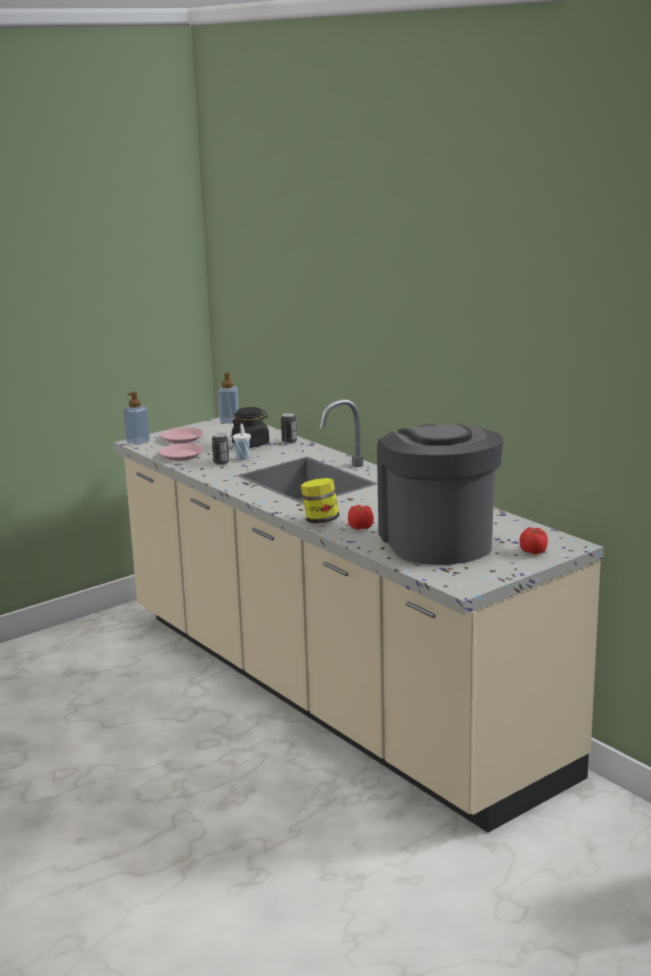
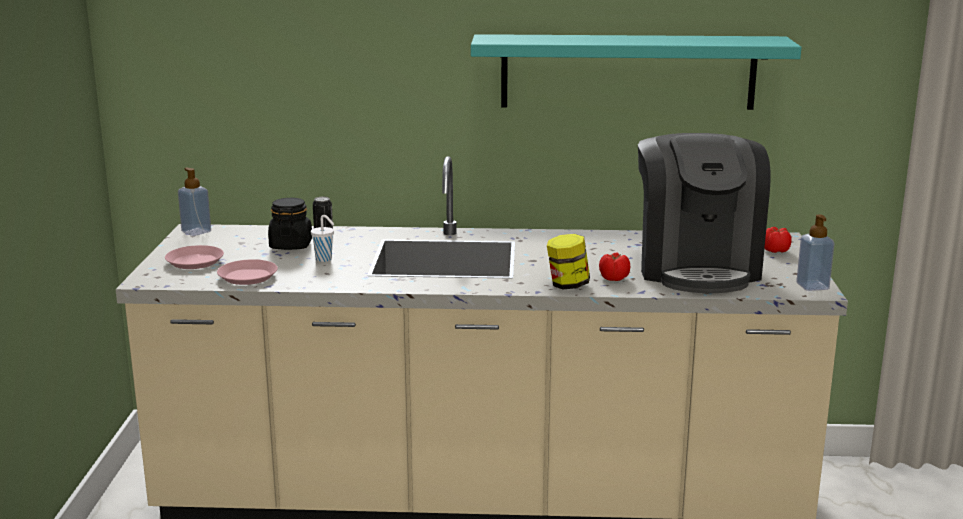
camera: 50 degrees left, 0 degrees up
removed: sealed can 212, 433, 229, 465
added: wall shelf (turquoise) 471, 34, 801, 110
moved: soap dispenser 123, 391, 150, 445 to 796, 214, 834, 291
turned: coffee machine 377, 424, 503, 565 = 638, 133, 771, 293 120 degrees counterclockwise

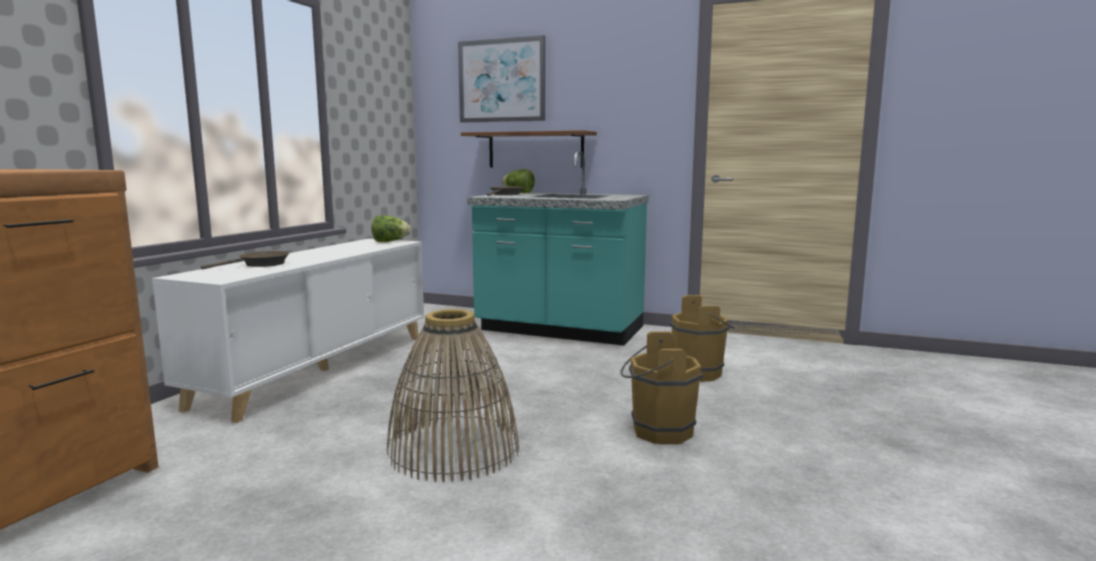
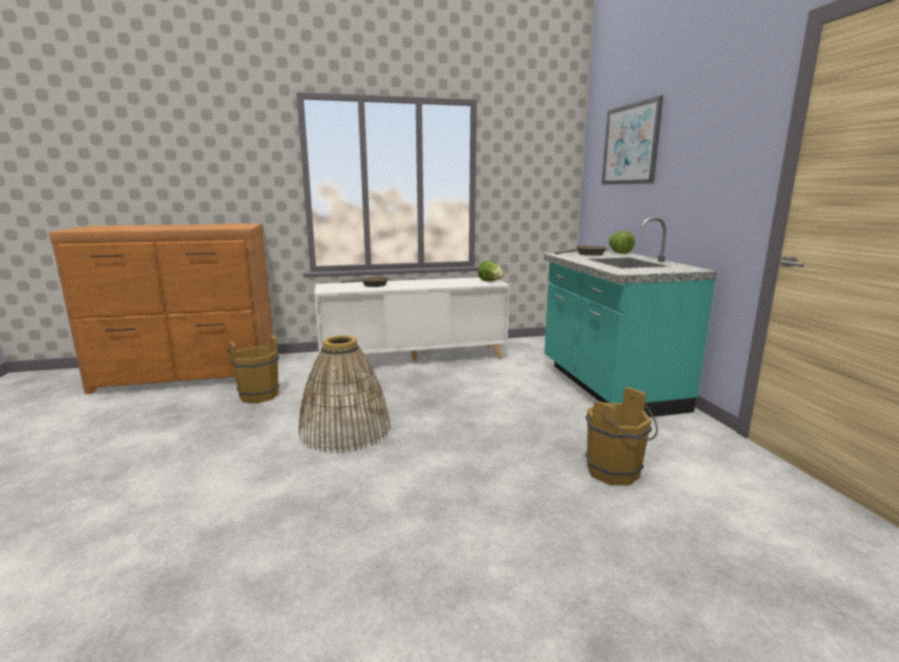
camera: 55 degrees right, 5 degrees up
removed: wall shelf (brown) 461, 130, 597, 168
moved: pail (brown) 620, 331, 702, 444 to 228, 335, 280, 403

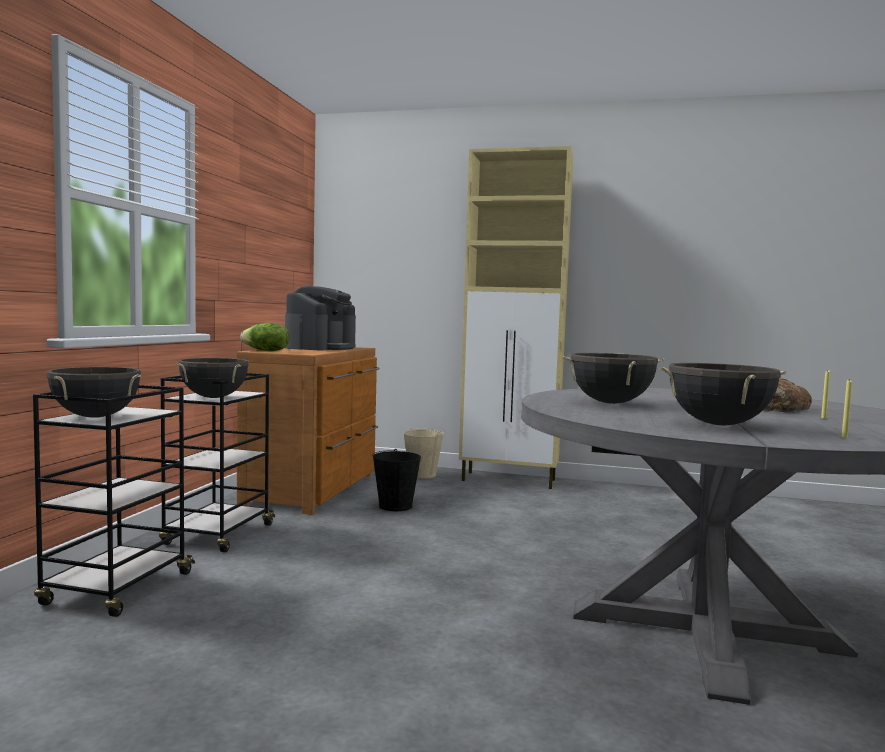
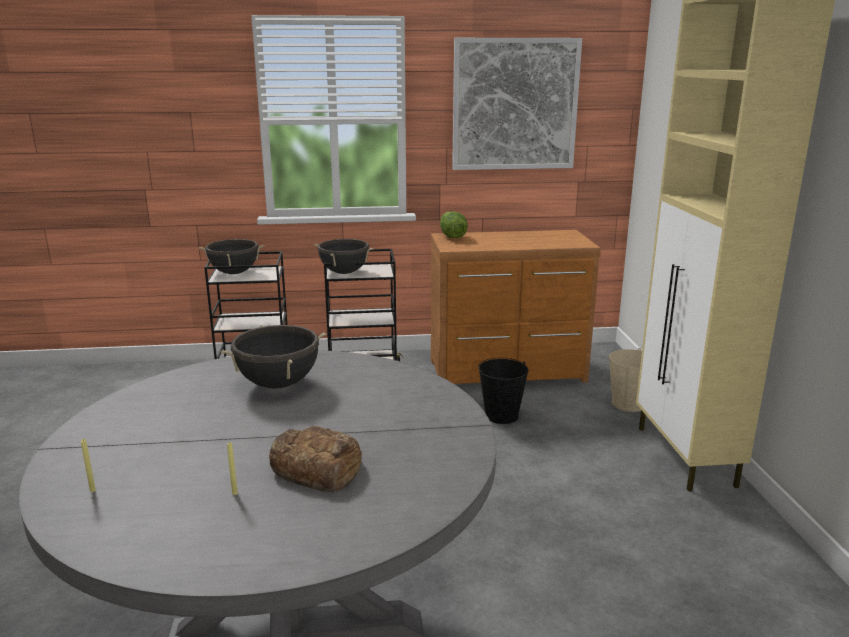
camera: 70 degrees right, 15 degrees up
removed: coffee machine 285, 286, 356, 350; cooking pot (black-coloured) 659, 363, 787, 425
added: wall art 452, 38, 582, 170

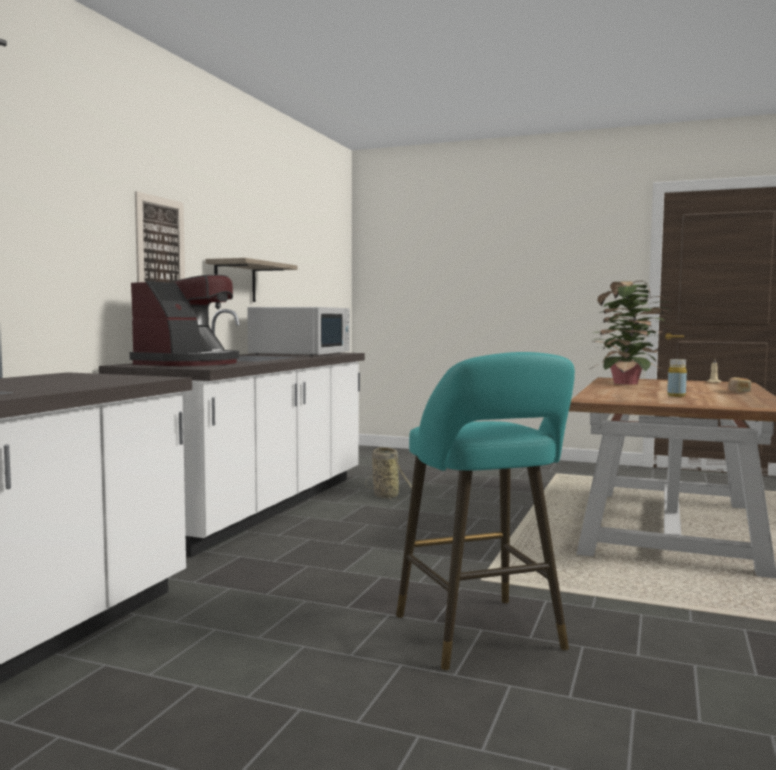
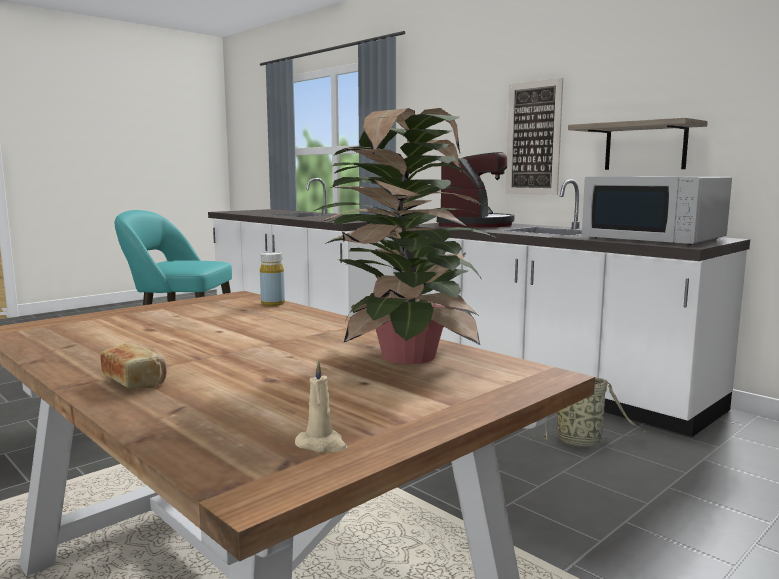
camera: 115 degrees right, 5 degrees up
moved: drink bottle (yellow-coloured) 667, 359, 687, 397 to 260, 252, 285, 306
turned: coffee machine 130, 275, 239, 366 = 437, 152, 515, 228 120 degrees counterclockwise

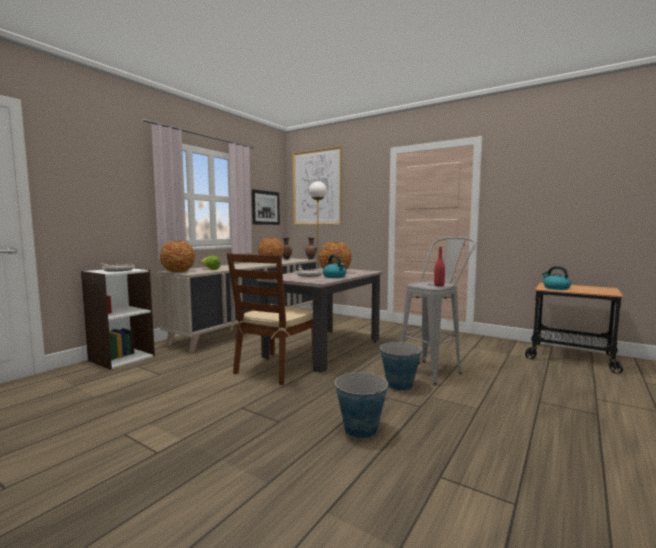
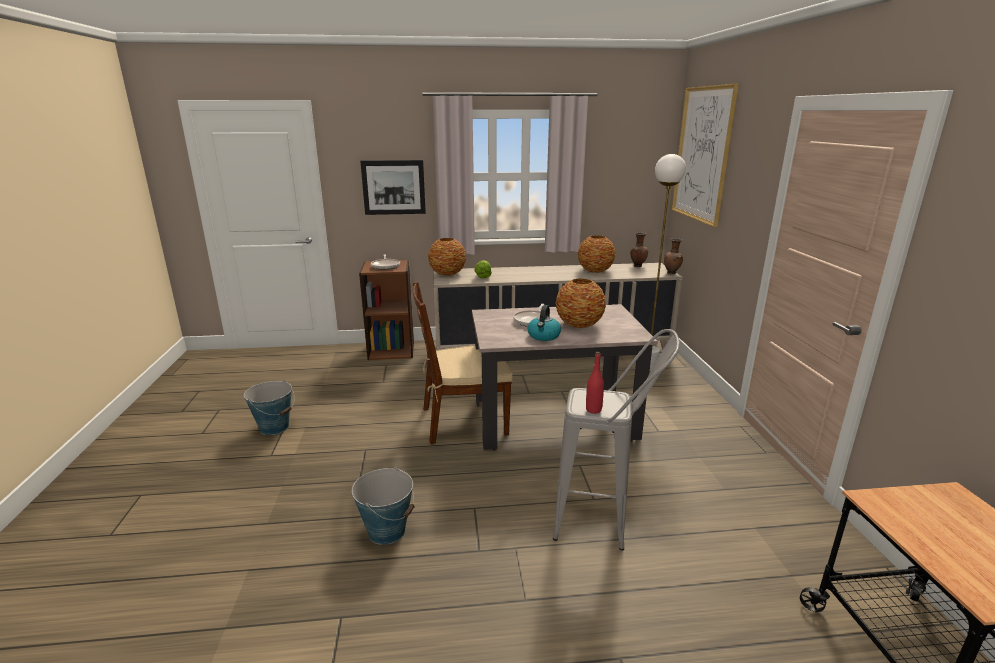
camera: 50 degrees right, 15 degrees up
removed: tea kettle 542, 266, 571, 290
moved: wall art 252, 189, 280, 225 to 360, 160, 426, 215; pail 380, 341, 422, 391 to 244, 380, 295, 435
recoloured: shelving unit (whitish) 81, 268, 155, 370 to shelving unit (brown) 359, 260, 414, 360

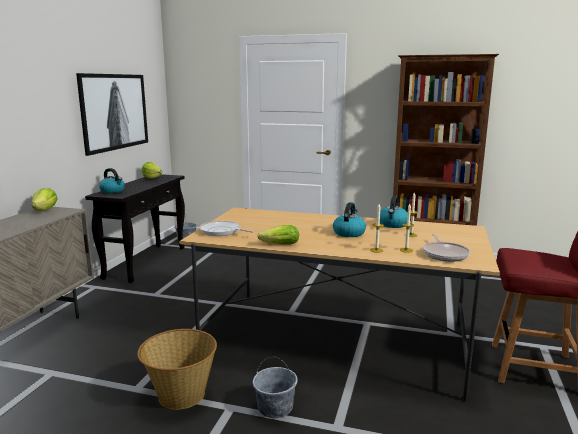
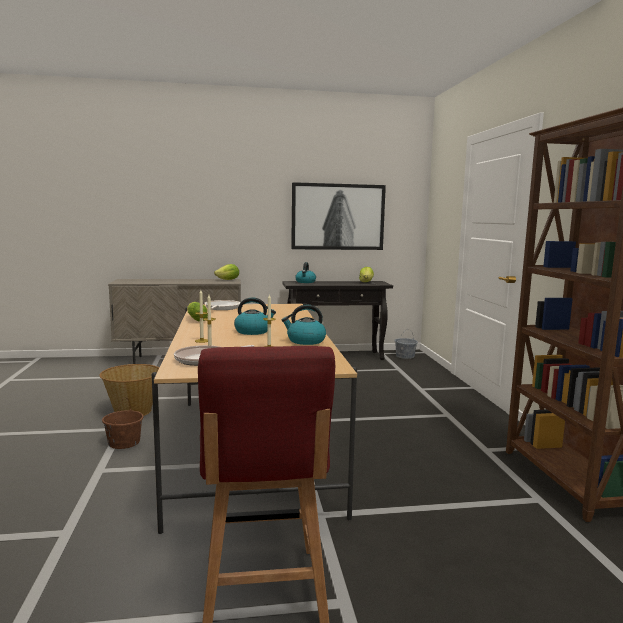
camera: 65 degrees right, 5 degrees down
recoloured: pail (gray) 253, 357, 298, 418 to pail (brown) 102, 397, 144, 449

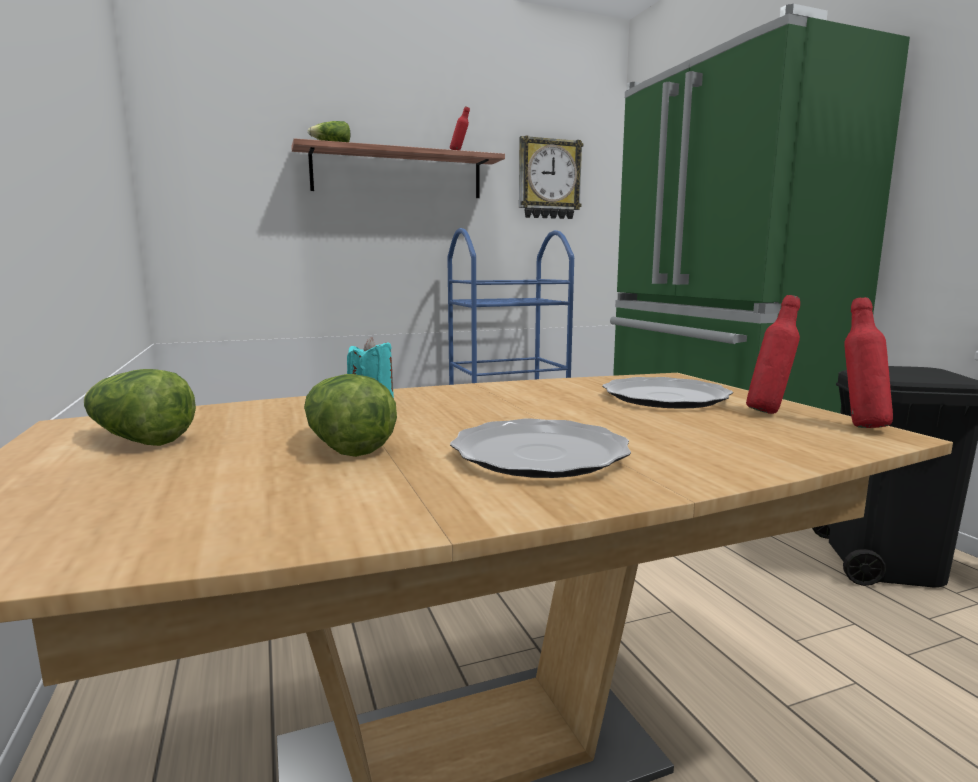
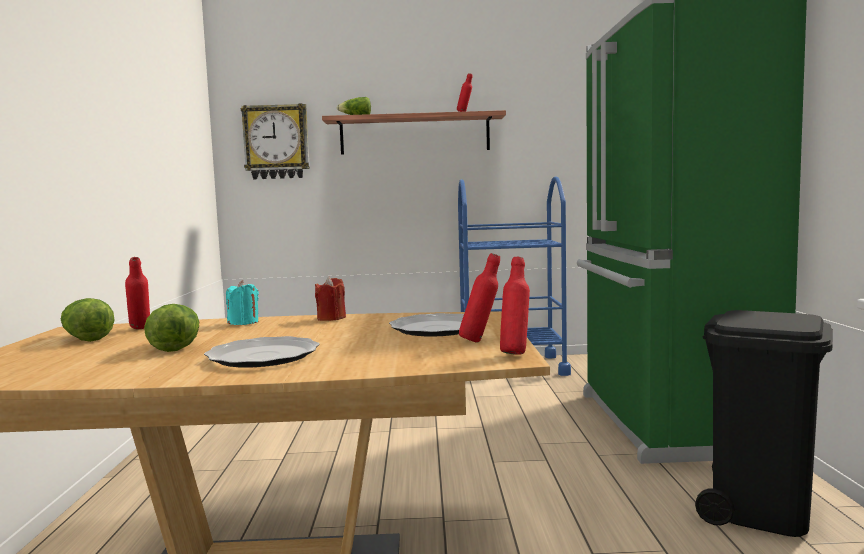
camera: 20 degrees right, 5 degrees down
added: drink bottle (red) 125, 257, 150, 329; wax candle (red) 315, 276, 346, 321
moved: hanging clock 519, 135, 583, 219 to 241, 104, 310, 179

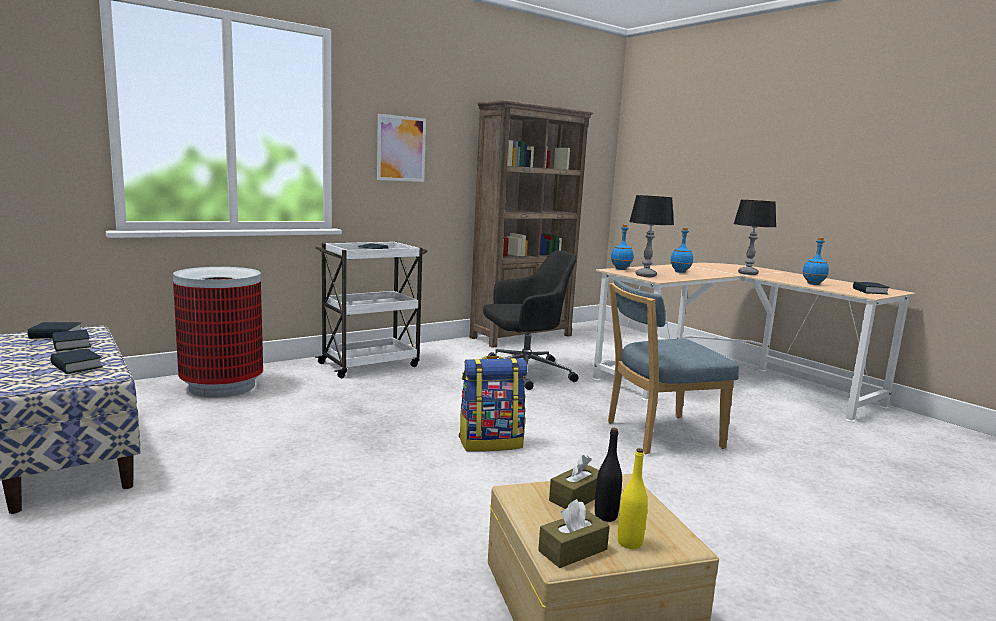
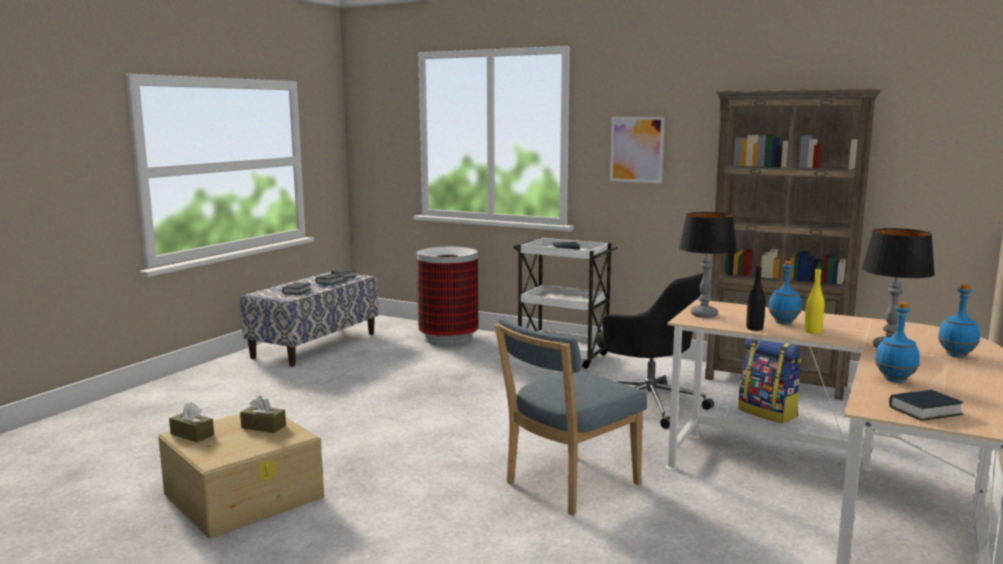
camera: 65 degrees right, 0 degrees up
moved: drink bottle (bluish) 611, 225, 633, 270 to 938, 284, 980, 357; knapsack 459, 356, 527, 452 to 738, 338, 801, 423; drink bottle (black-coloured) 595, 428, 622, 522 to 746, 265, 765, 331; drink bottle (yellow-coloured) 618, 448, 648, 549 to 804, 268, 825, 334
turned: upright chair (bluish) 608, 278, 739, 454 = 495, 317, 647, 515 90 degrees counterclockwise

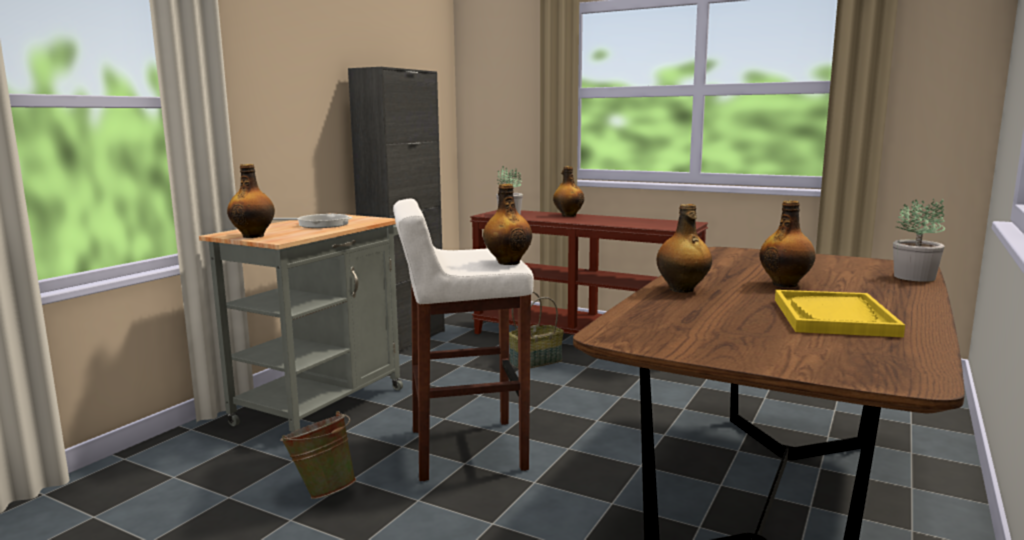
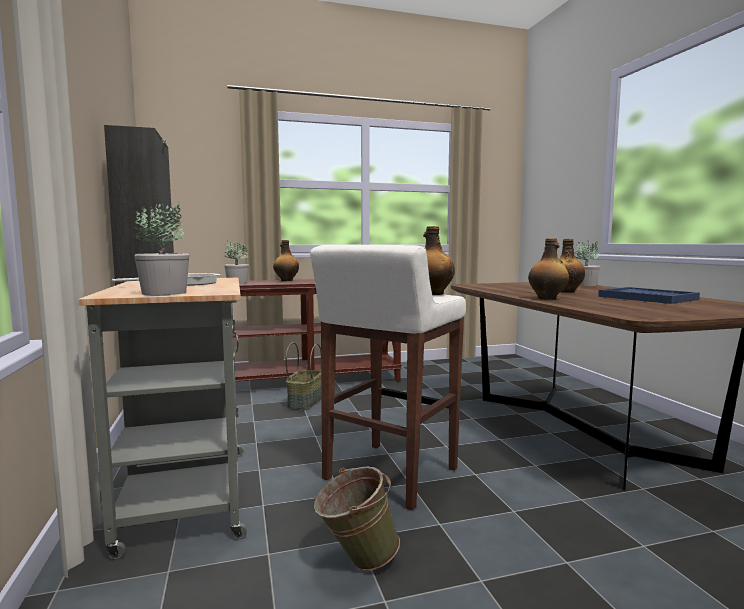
camera: 45 degrees left, 5 degrees down
replaced: drink bottle 227, 164, 275, 238 to houseplant 134, 202, 189, 295
recoloured: carrying tray (yellow-coloured) 775, 290, 905, 337 to carrying tray (bluish) 598, 287, 700, 304

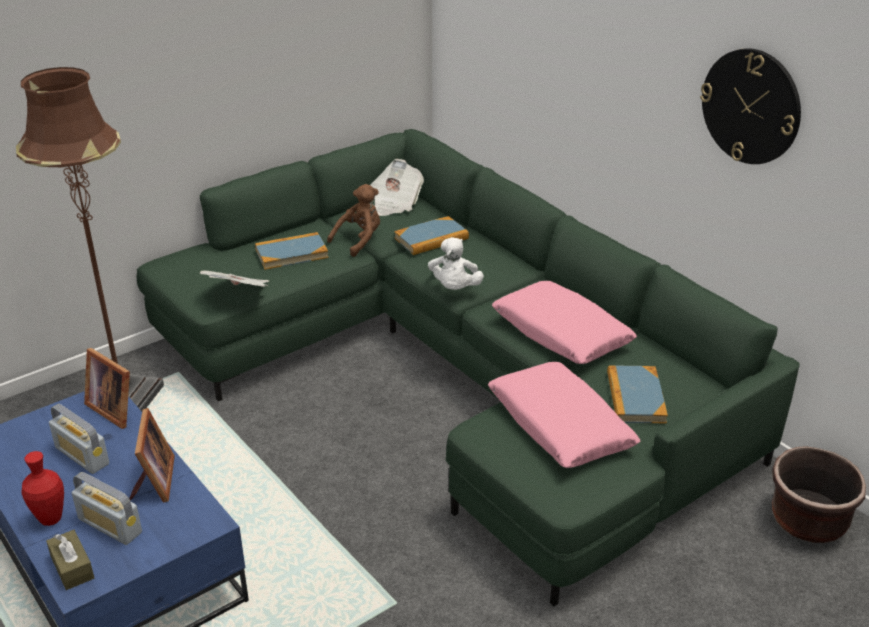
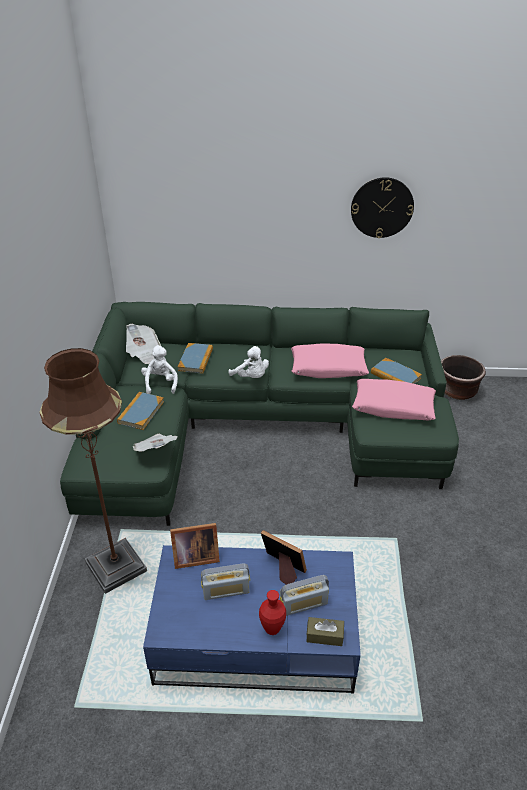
camera: 50 degrees left, 5 degrees up
recoloured: plush toy (brown) 327, 184, 380, 257 to plush toy (whitish) 141, 345, 178, 394

